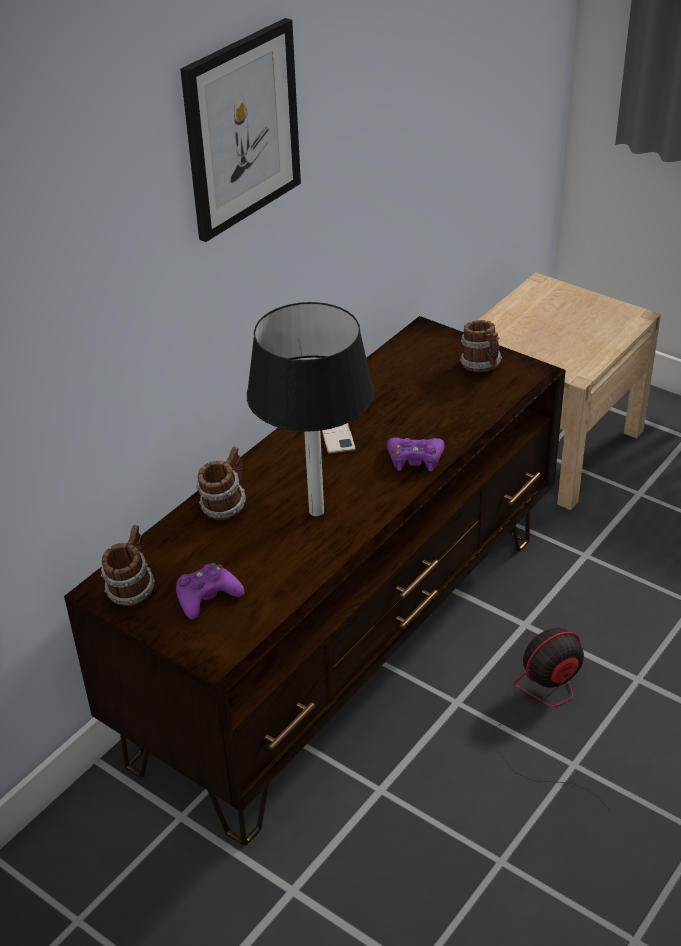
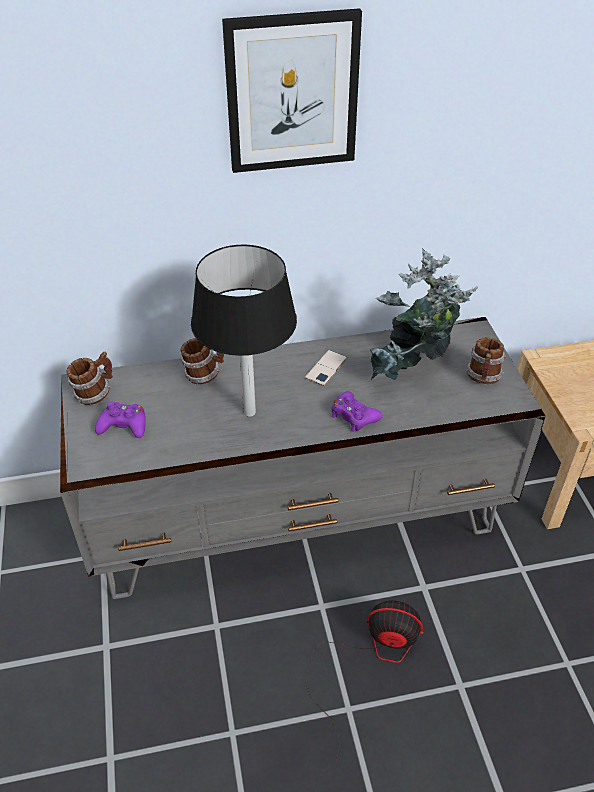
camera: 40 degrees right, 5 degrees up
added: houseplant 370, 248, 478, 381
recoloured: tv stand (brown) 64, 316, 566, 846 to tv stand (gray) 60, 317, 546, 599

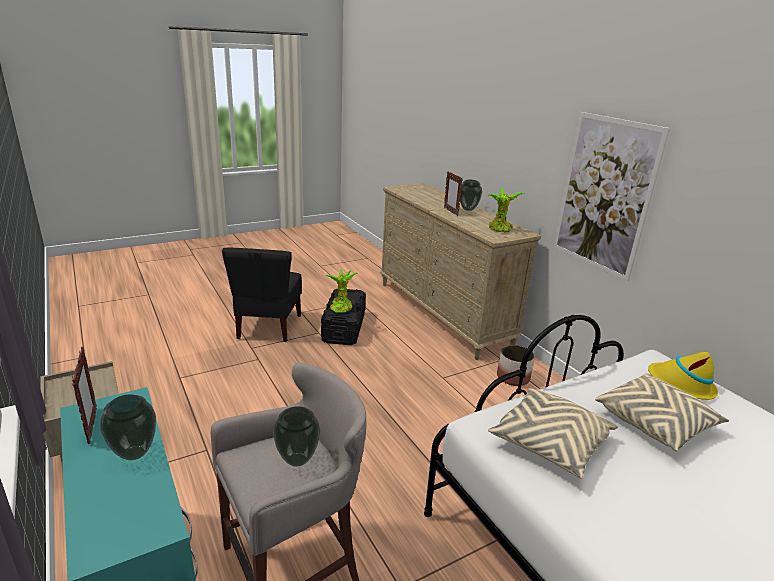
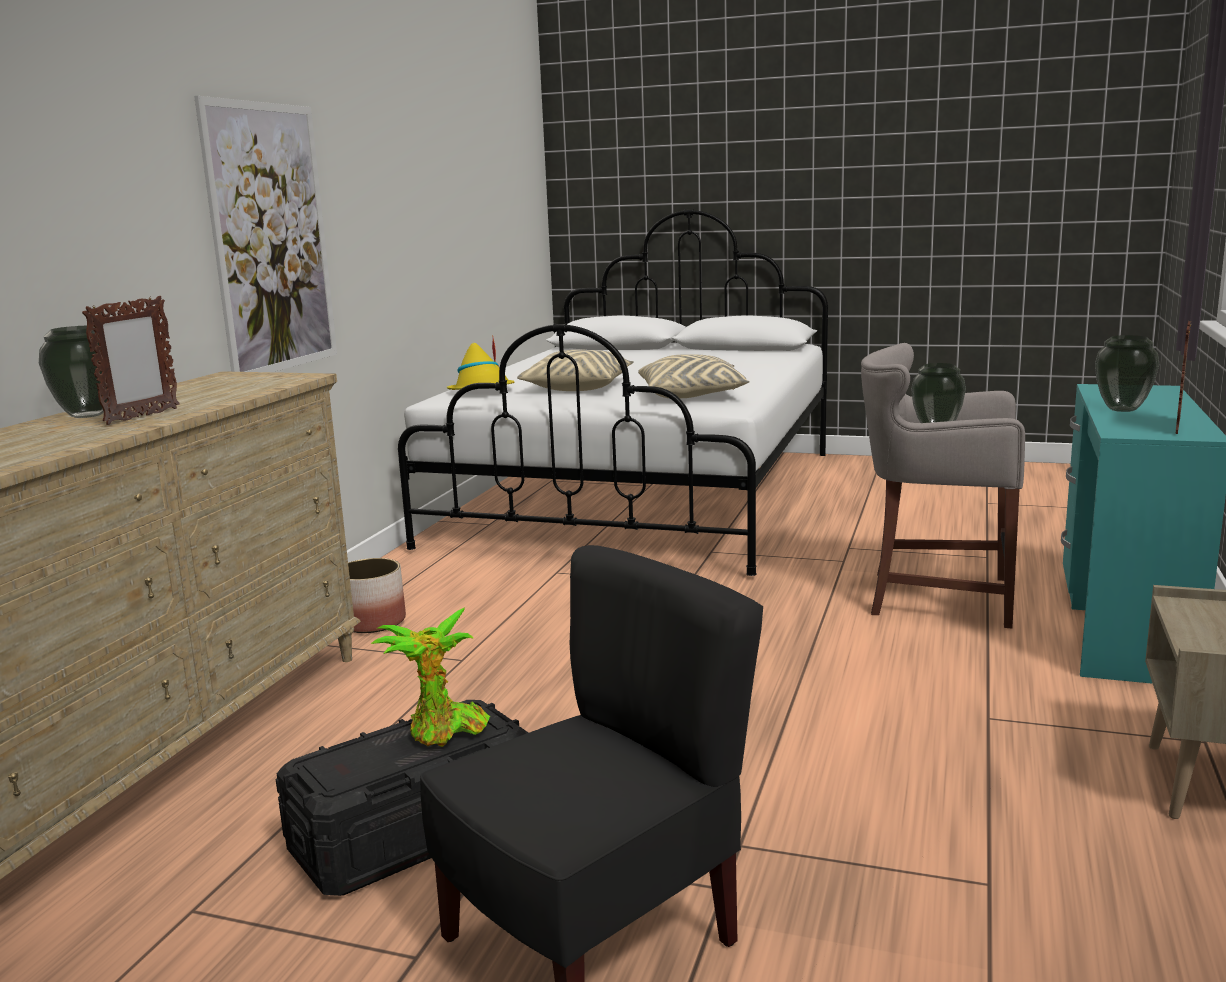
camera: 130 degrees left, 10 degrees down
removed: houseplant 487, 187, 525, 233

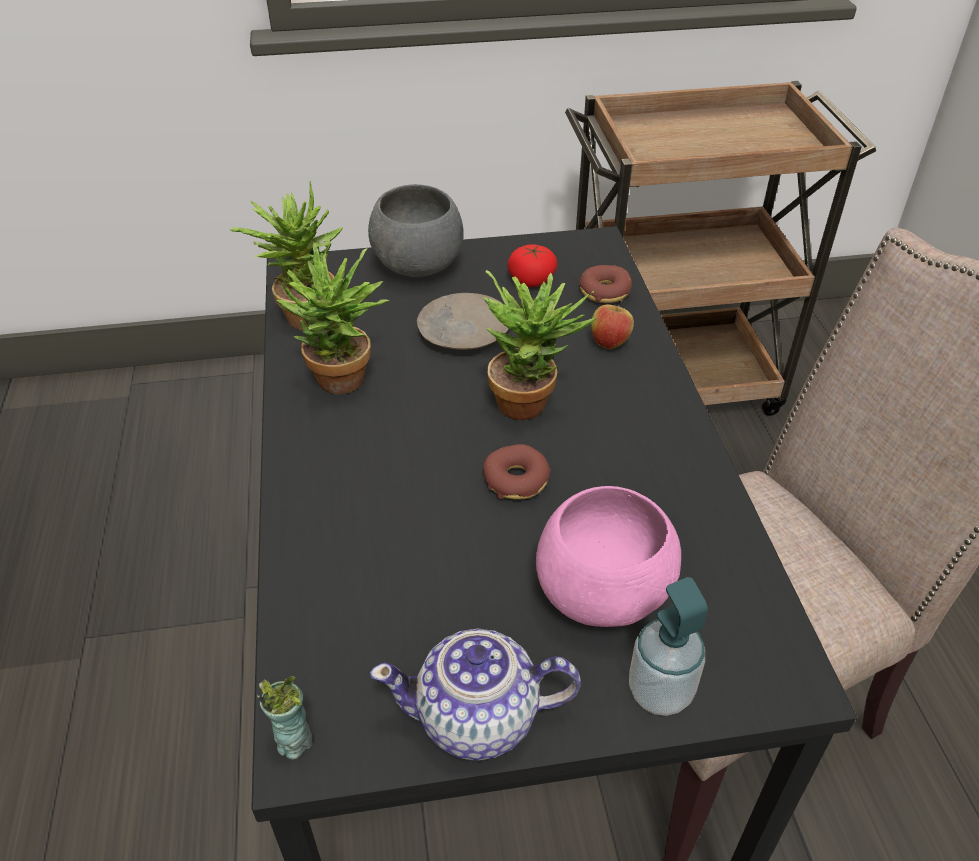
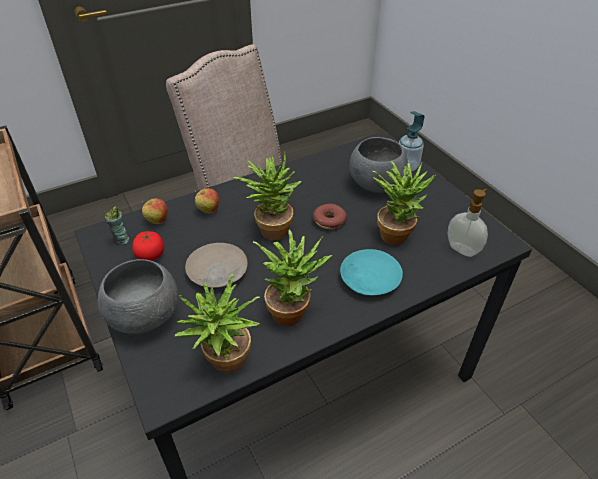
camera: 110 degrees left, 0 degrees up
removed: teapot 370, 629, 581, 761
added: houseplant 373, 161, 436, 245; soap dispenser 448, 189, 488, 257; plate (turquoise) 340, 249, 403, 296
moved: cup 257, 676, 312, 759 to 104, 206, 129, 246
replaced: doughnut 579, 265, 632, 303 to whole apple 142, 199, 167, 224
recoloured: bowl (pink-coloured) 536, 486, 681, 627 to bowl (gray) 350, 137, 408, 193

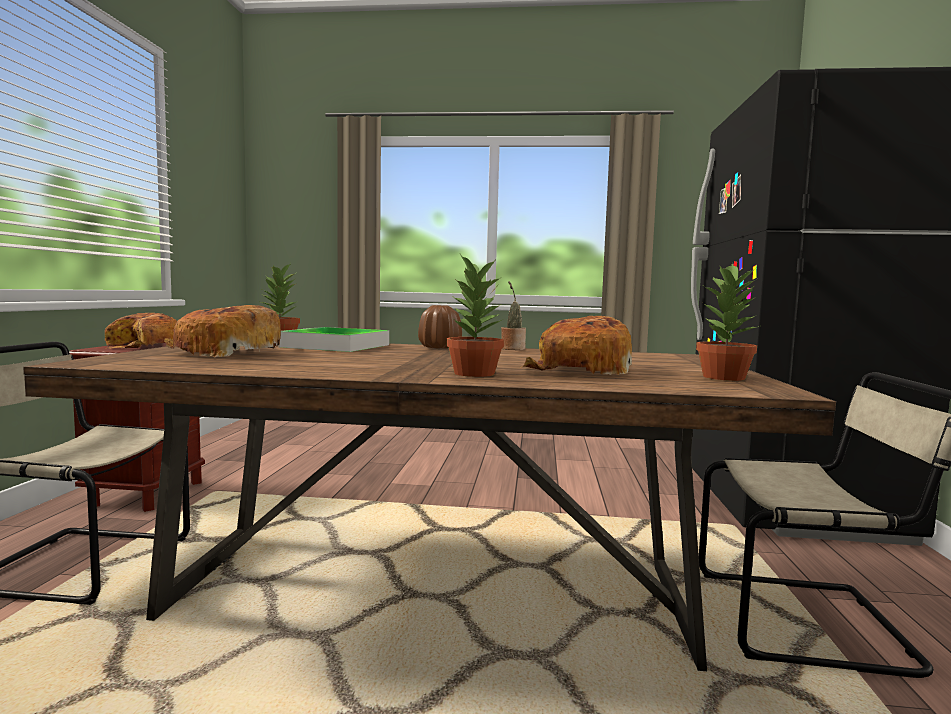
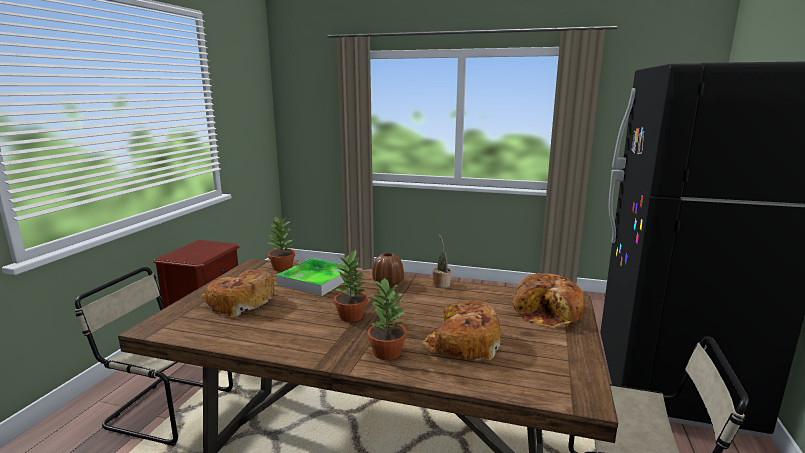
camera: 10 degrees right, 10 degrees up
moved: houseplant 696, 263, 759, 381 to 334, 250, 368, 322; bakery bread 105, 313, 177, 349 to 512, 274, 584, 328

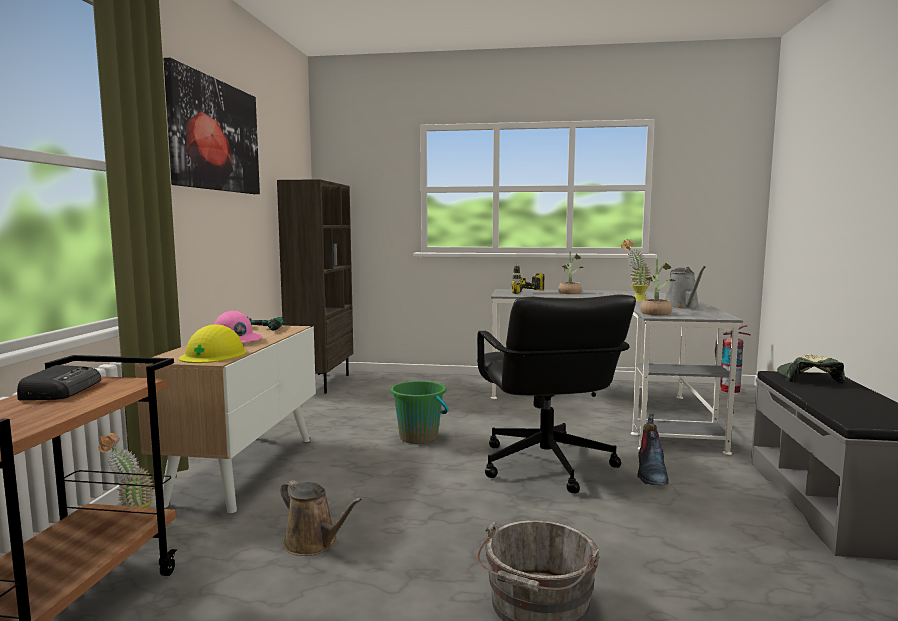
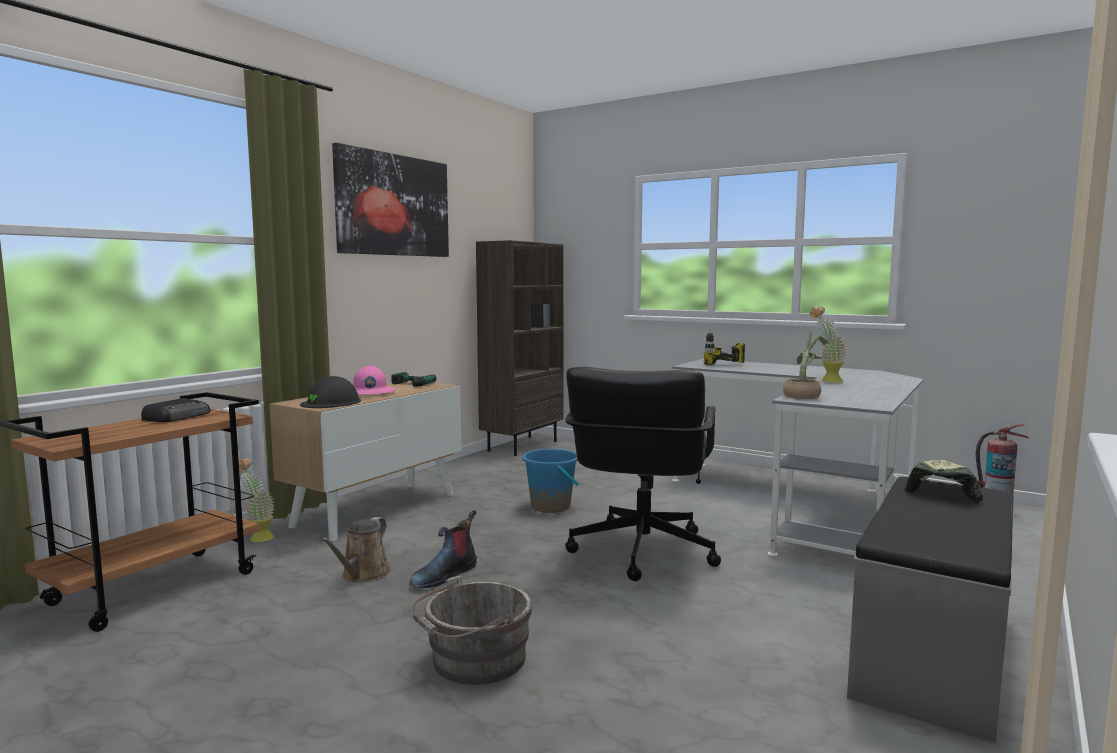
camera: 25 degrees right, 0 degrees up
removed: houseplant 558, 251, 584, 294; watering pot (gray) 665, 266, 706, 309
moved: tall boot 637, 414, 669, 486 to 409, 510, 477, 588
recoloured: hard hat (yellow-coloured) 179, 324, 247, 363 to hard hat (black-coloured) 300, 376, 361, 408; pail (greenish) 391, 381, 448, 444 to pail (bluish) 522, 449, 579, 513
turned: watering pot (brown) 280, 480, 362, 556 = 320, 517, 391, 582 45 degrees clockwise

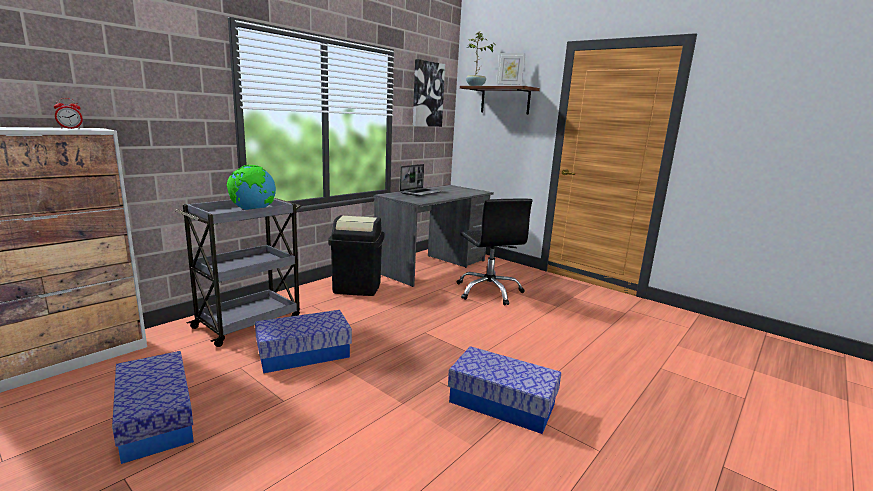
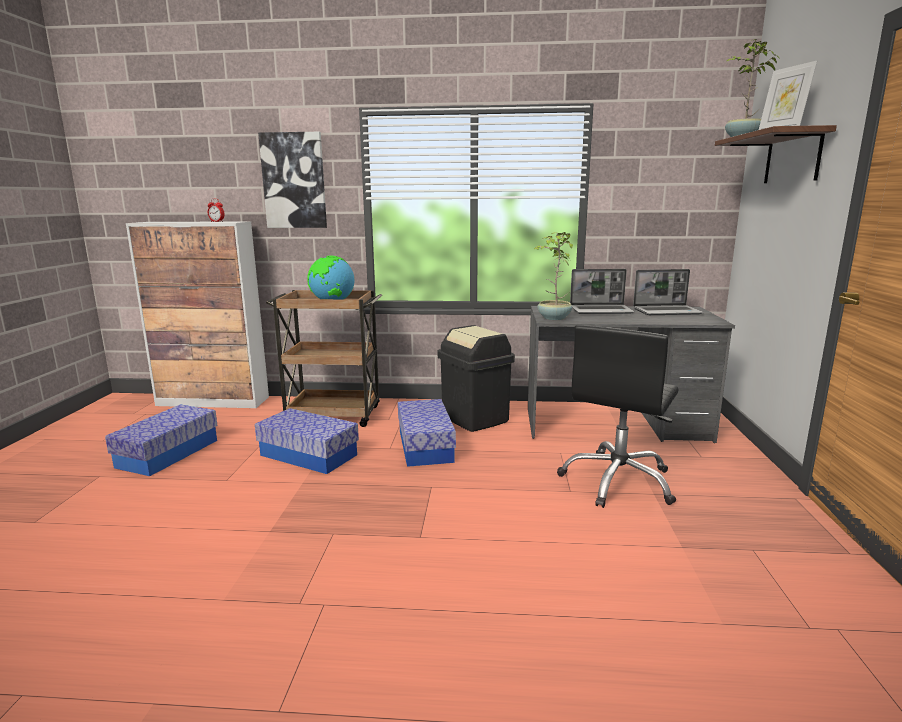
camera: 55 degrees right, 0 degrees up
added: houseplant 534, 232, 573, 320; notebook computer 633, 269, 704, 315
moved: wall art 413, 59, 445, 127 to 258, 132, 327, 228; storage box 448, 346, 561, 434 to 398, 399, 456, 467
recoloured: wheeled cart (gray) 175, 198, 301, 347 to wheeled cart (brown) 266, 290, 382, 427

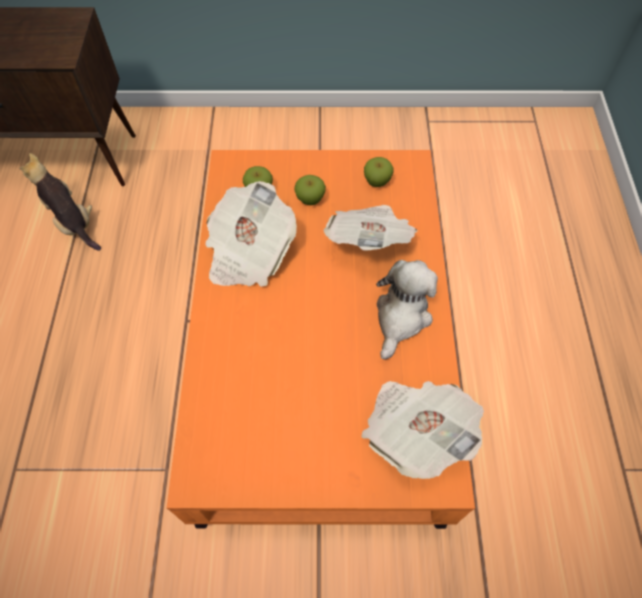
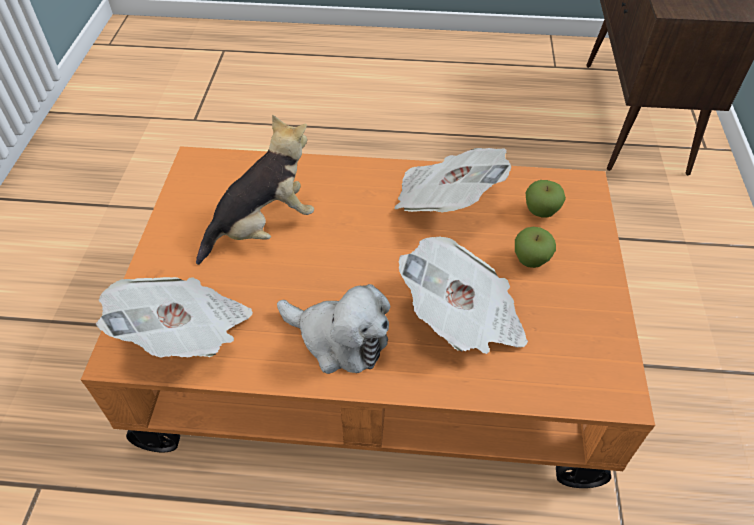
camera: 95 degrees right, 10 degrees down
removed: whole apple 364, 157, 394, 187
moved: plush toy 20, 153, 101, 251 to 196, 115, 314, 265

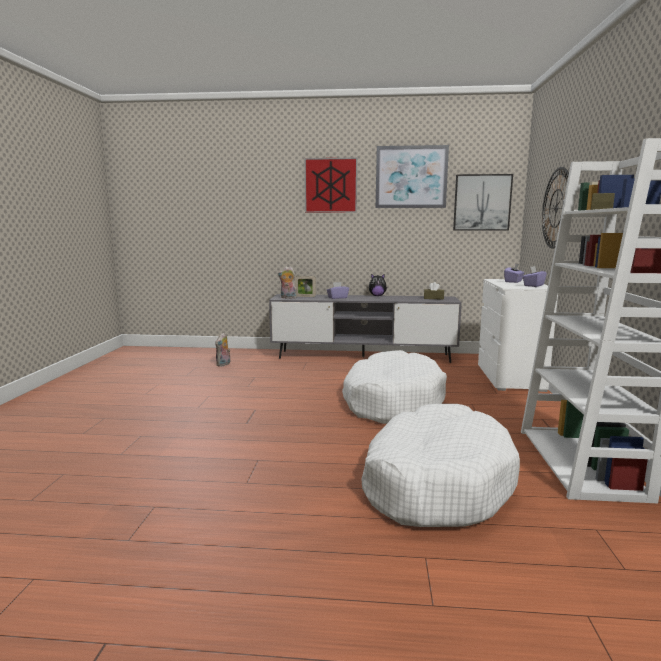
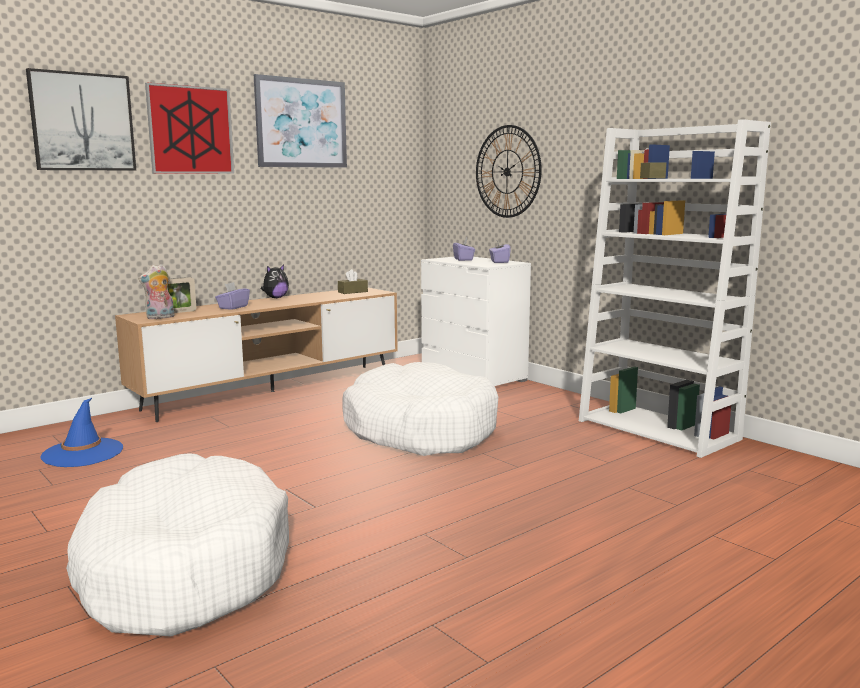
camera: 45 degrees left, 0 degrees up
moved: wall art 453, 174, 513, 231 to 26, 68, 136, 170; pet bed (whitish) 361, 404, 520, 527 to 66, 453, 289, 637
replaced: plush toy 215, 332, 230, 367 to clothing hat (bluish) 41, 398, 123, 467
recoloured: tv stand (gray) 269, 294, 462, 363 to tv stand (brown) 115, 288, 397, 422

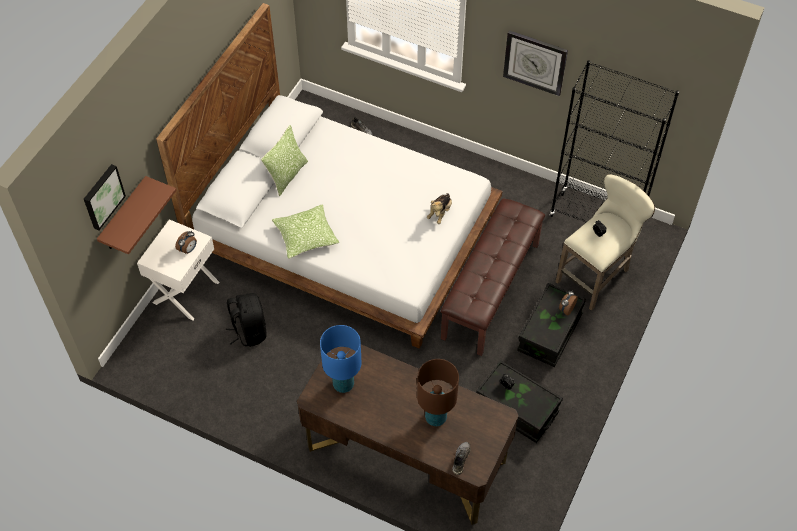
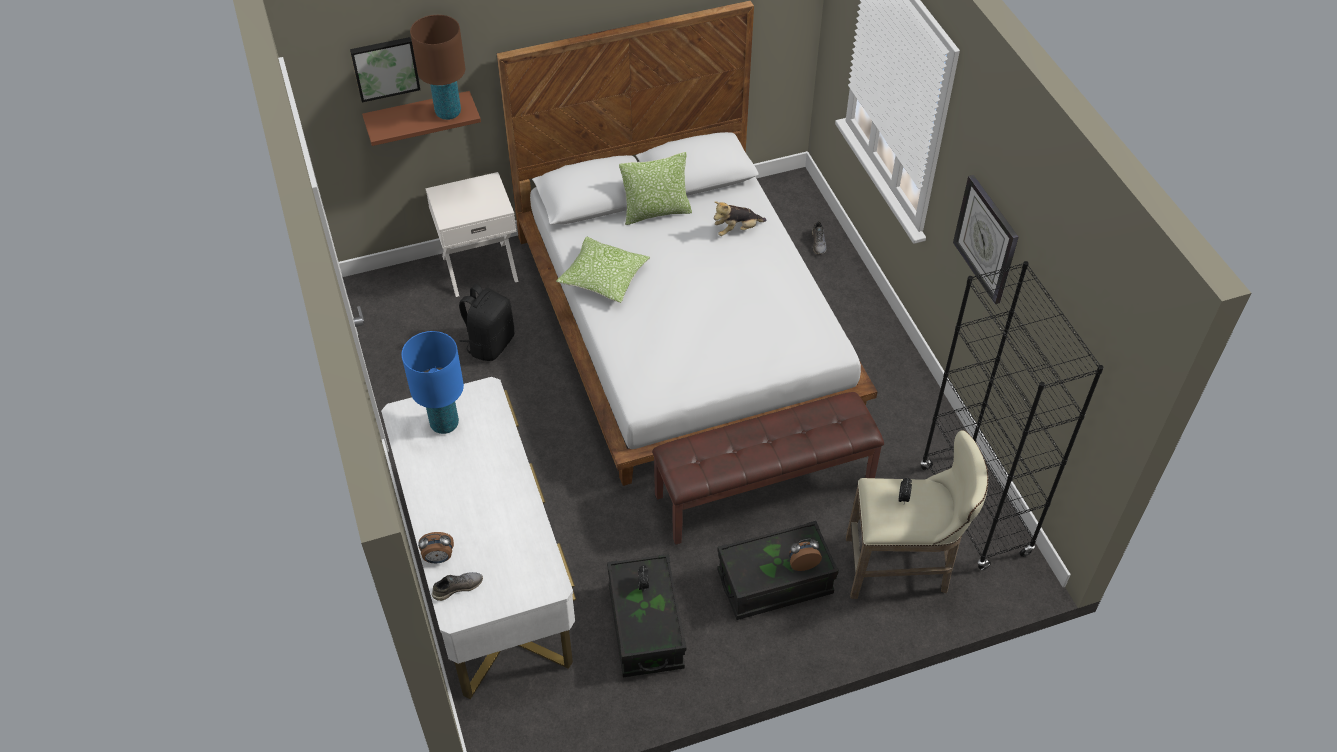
camera: 45 degrees right, 5 degrees down
moved: plush toy 427, 193, 452, 224 to 714, 201, 767, 236; bedside clock 175, 231, 197, 254 to 418, 532, 454, 563; tabletop lamp (brown) 417, 359, 459, 426 to 410, 15, 465, 120
recoloured: desk unit (brown) 297, 344, 518, 525 to desk unit (whitish) 381, 377, 576, 699

